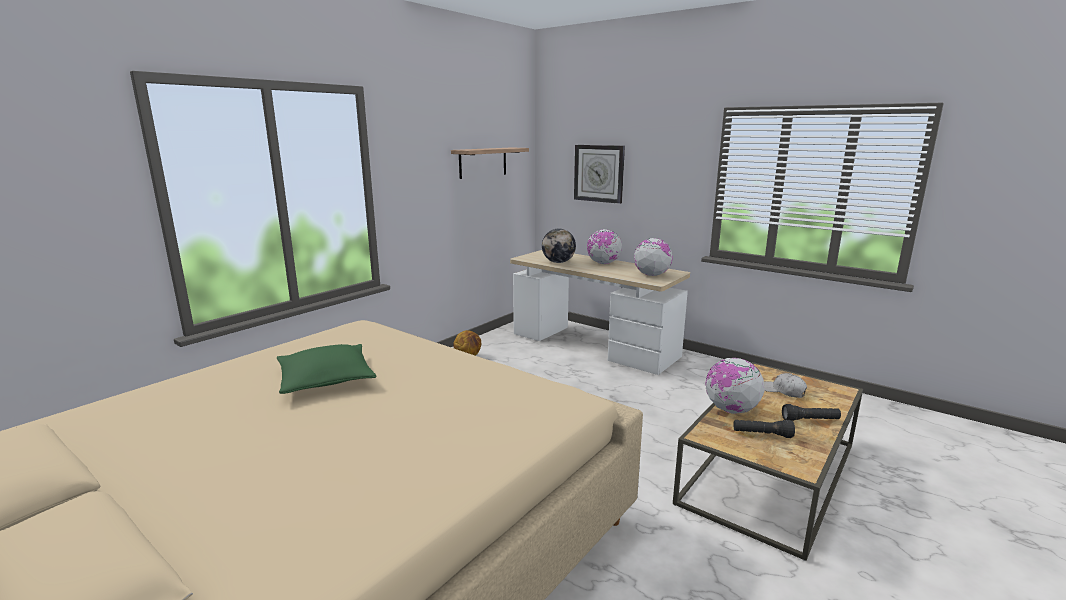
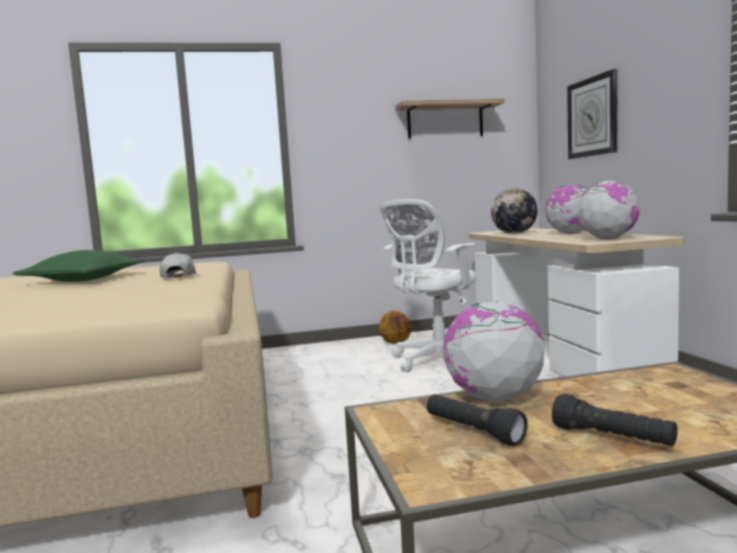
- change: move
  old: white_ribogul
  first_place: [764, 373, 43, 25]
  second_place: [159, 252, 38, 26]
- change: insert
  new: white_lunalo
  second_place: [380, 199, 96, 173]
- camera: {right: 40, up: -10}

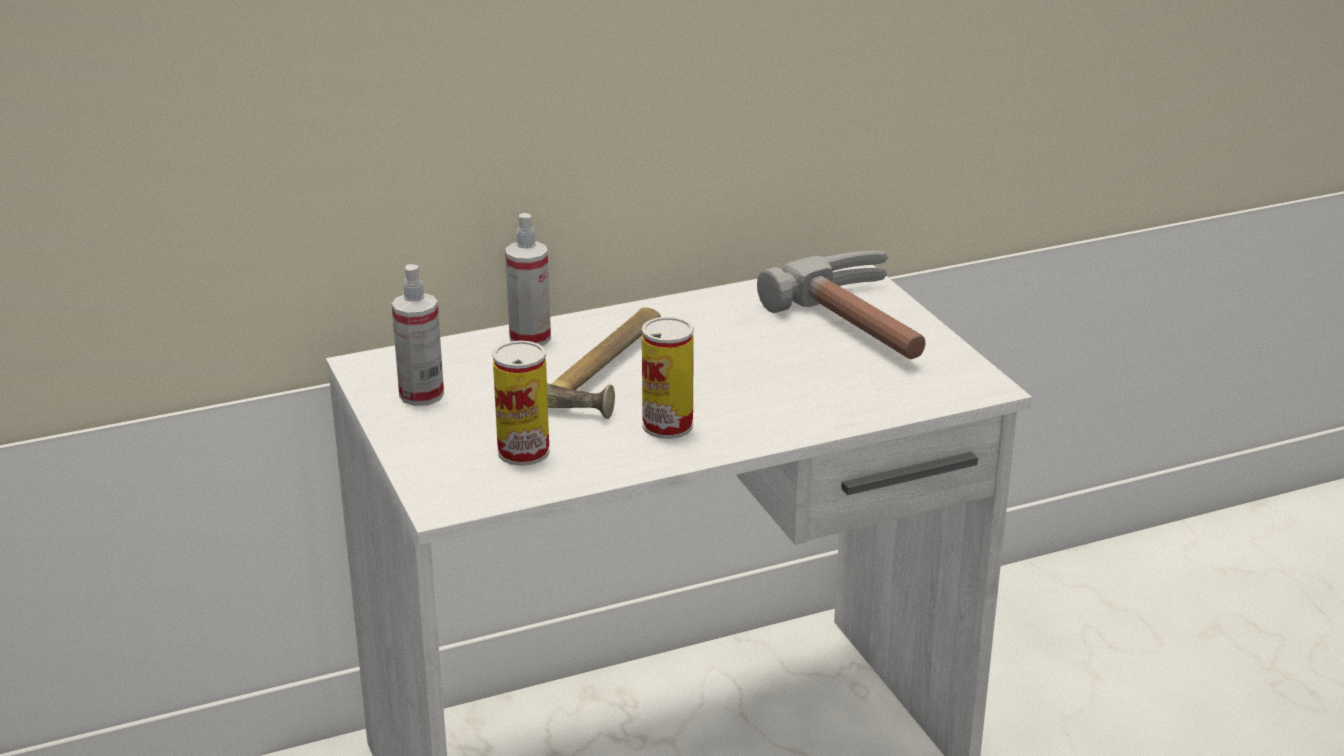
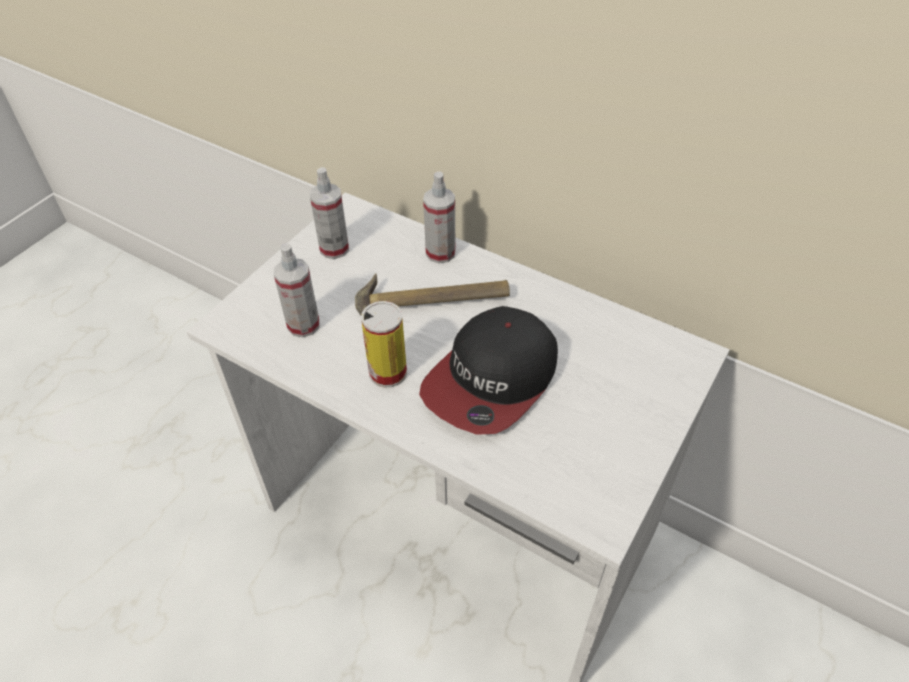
- change: replace
  old: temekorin
  new: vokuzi
  first_place: [492, 341, 58, 125]
  second_place: [274, 244, 46, 93]
- change: delete
  old: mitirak
  first_place: [757, 251, 169, 108]
- change: insert
  new: ribogul
  second_place: [419, 306, 139, 129]
- camera: {right: 55, up: 20}

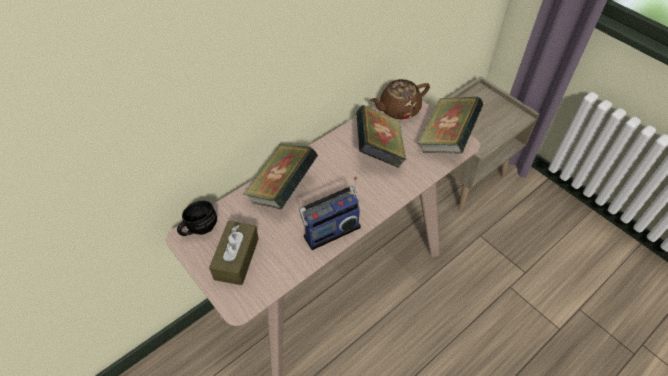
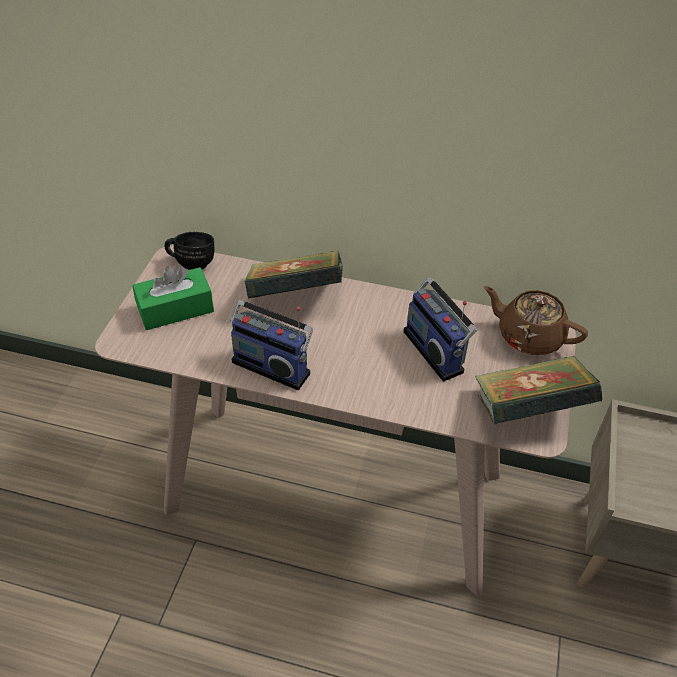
- change: recolor
  old: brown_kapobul
  new: green_kapobul
  first_place: [209, 221, 50, 64]
  second_place: [132, 266, 82, 64]
- change: replace
  old: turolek
  new: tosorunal
  first_place: [356, 105, 50, 63]
  second_place: [403, 277, 74, 105]
- camera: {right: 55, up: -5}

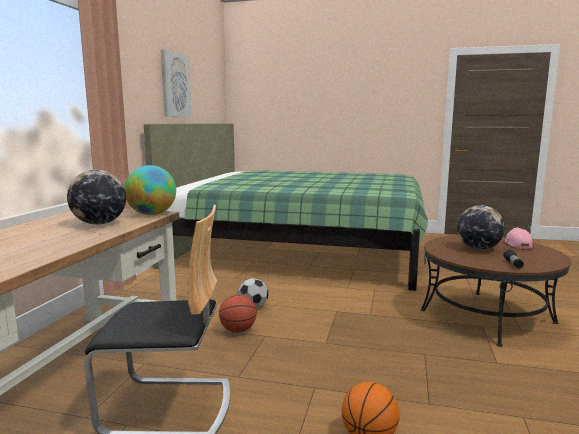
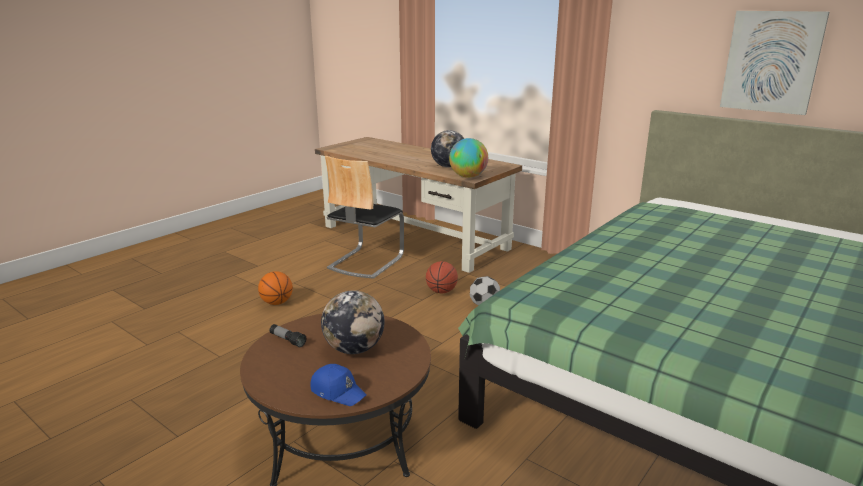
- change: recolor
  old: pink_ribogul
  new: blue_ribogul
  first_place: [505, 228, 28, 21]
  second_place: [310, 364, 57, 42]
- camera: {right: 115, up: 10}

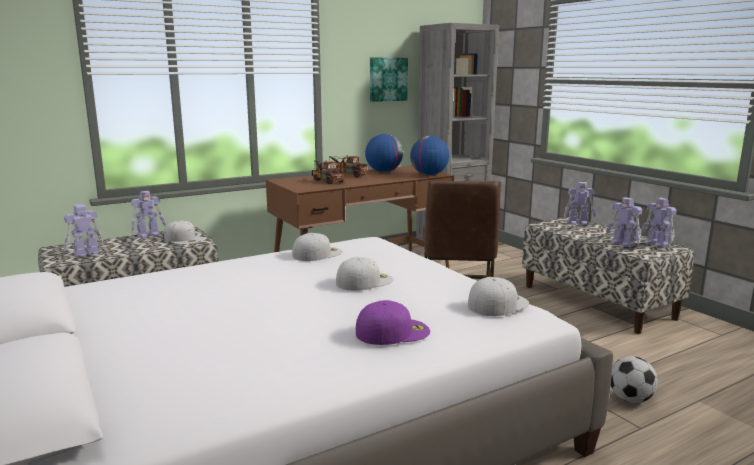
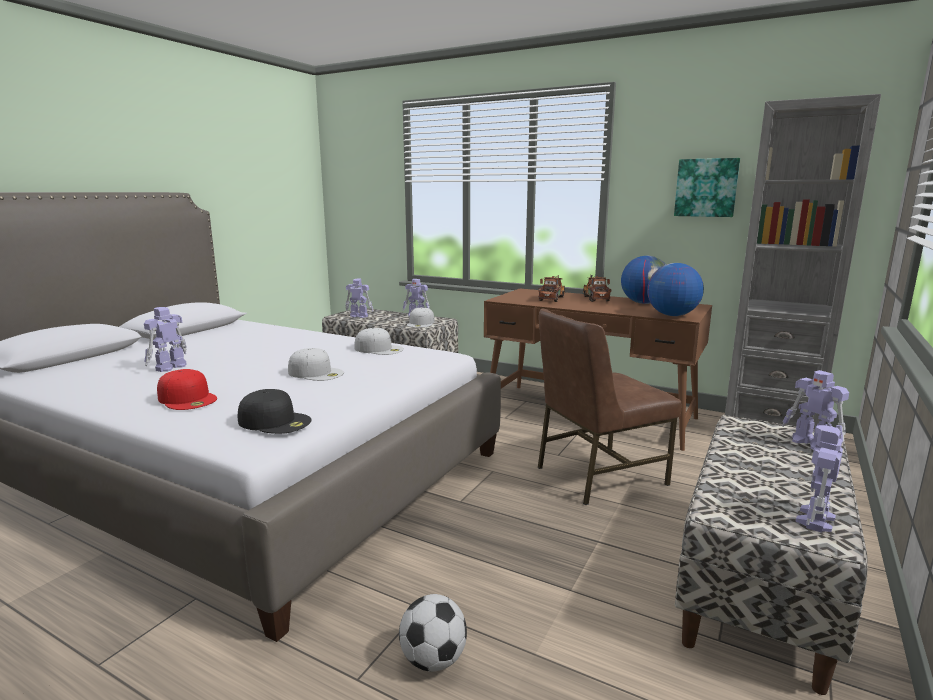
- change: recolor
  old: purple_ribogul
  new: red_ribogul
  first_place: [356, 300, 74, 45]
  second_place: [157, 369, 60, 41]
- change: recolor
  old: white_ribogul
  new: black_ribogul
  first_place: [468, 277, 61, 39]
  second_place: [238, 389, 74, 45]
- change: move
  old: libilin
  first_place: [605, 197, 37, 50]
  second_place: [144, 307, 43, 65]
- camera: {right: 60, up: 0}

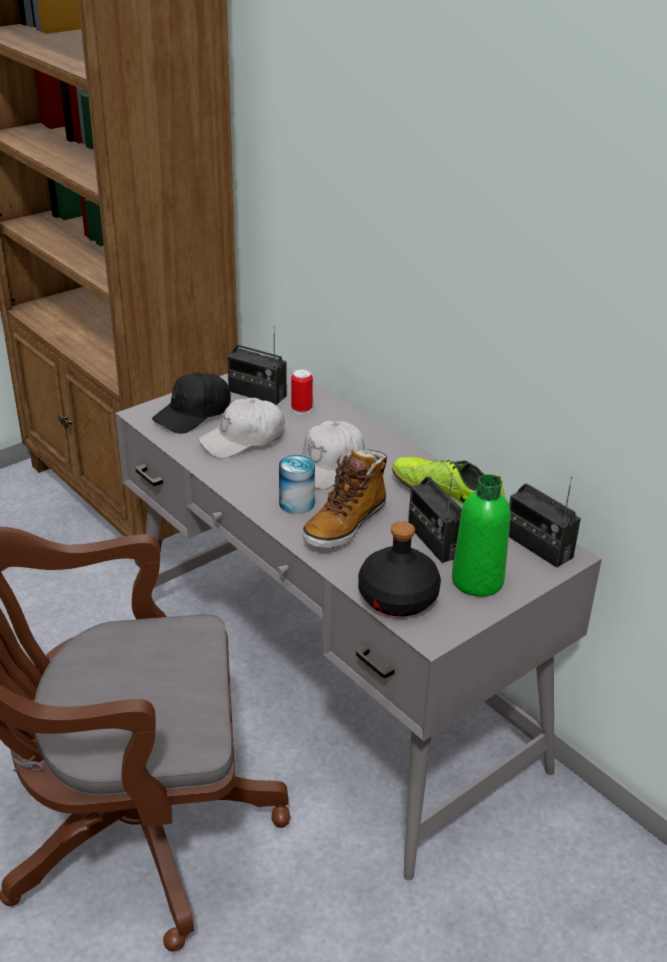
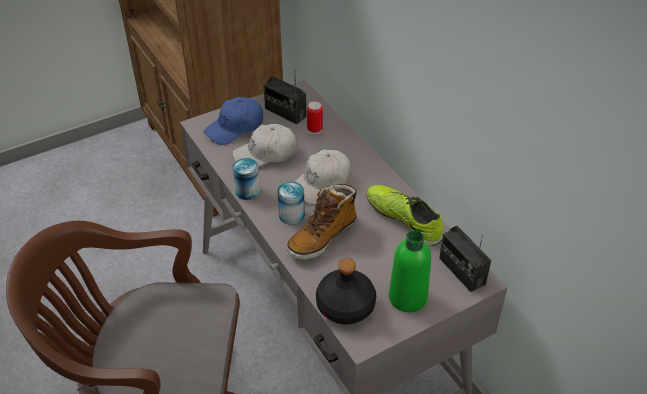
- change: recolor
  old: black_ribogul
  new: blue_ribogul
  first_place: [152, 372, 79, 62]
  second_place: [204, 97, 59, 48]
- change: delete
  old: tosorunal
  first_place: [408, 473, 54, 90]
- change: insert
  new: temekorin
  second_place: [233, 158, 27, 42]
- camera: {right: 10, up: 10}

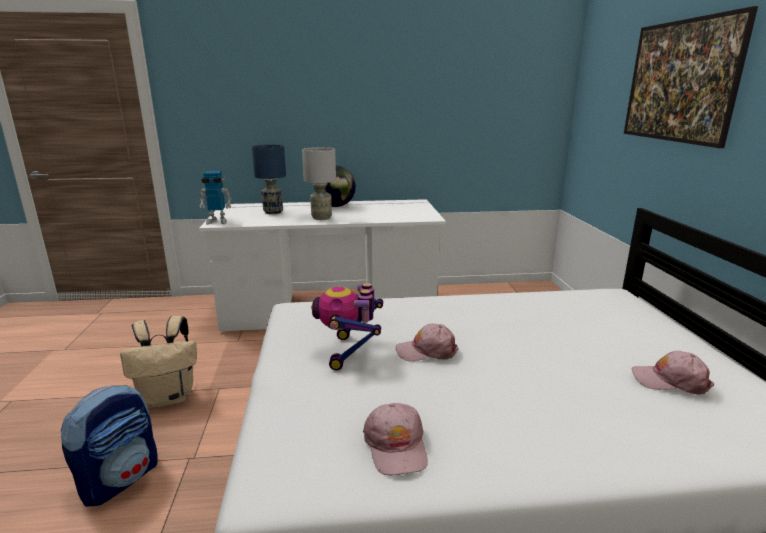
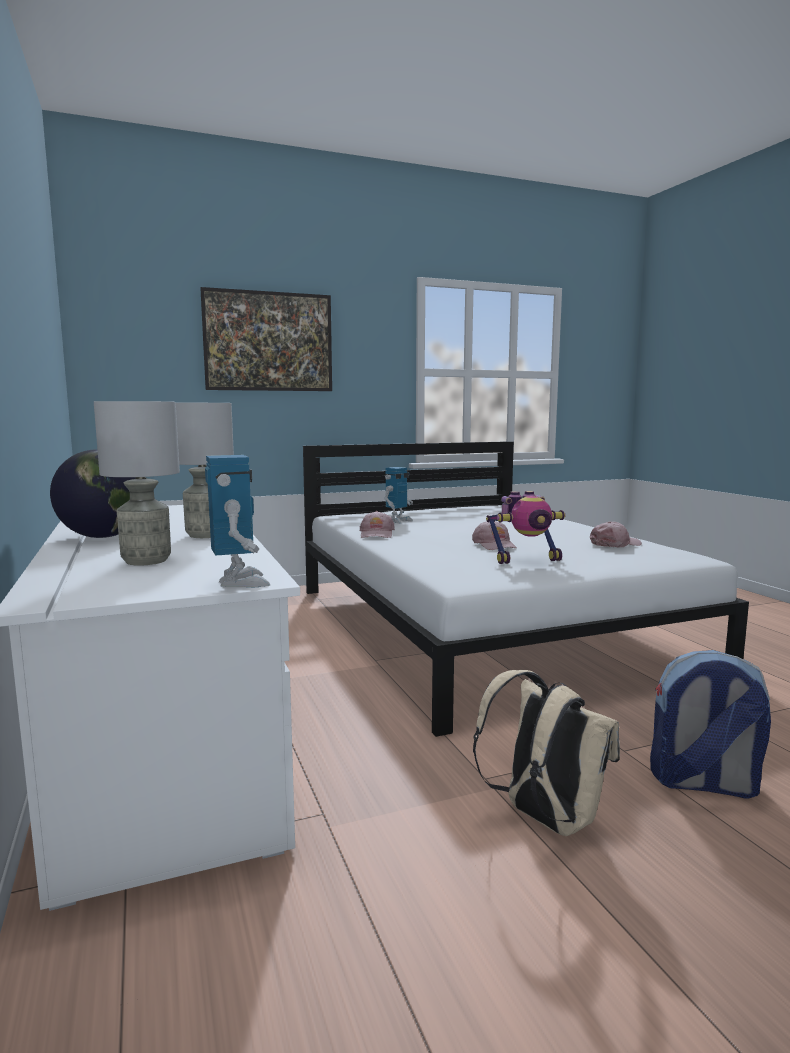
- change: recolor
  old: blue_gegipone
  new: grey_gegipone
  first_place: [252, 145, 34, 69]
  second_place: [94, 401, 86, 165]
- change: move
  old: pink_ribogul
  first_place: [632, 351, 82, 44]
  second_place: [360, 511, 35, 27]
- change: insert
  new: libilin
  second_place: [384, 467, 29, 57]
- camera: {right: -105, up: -10}

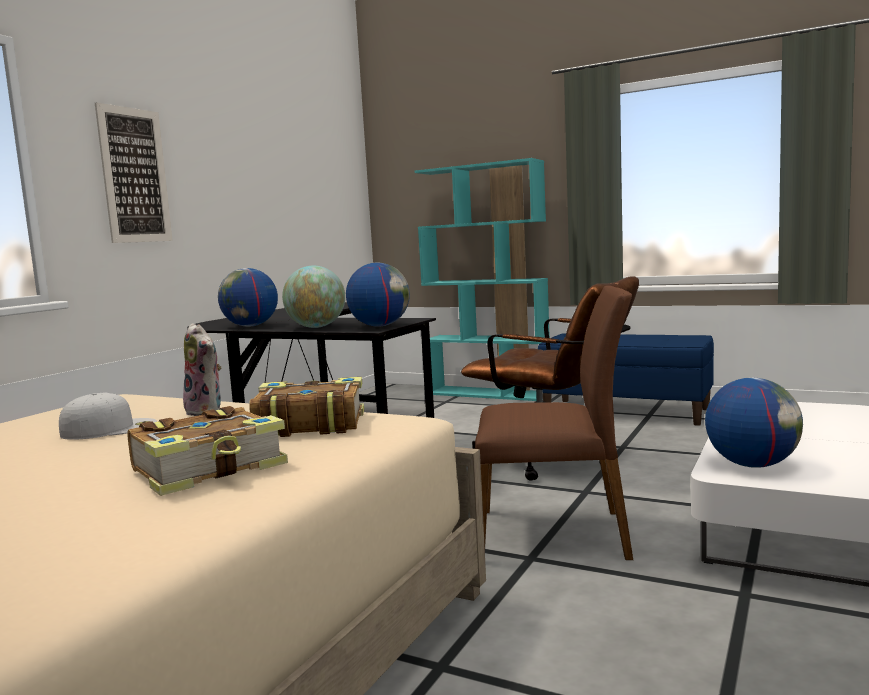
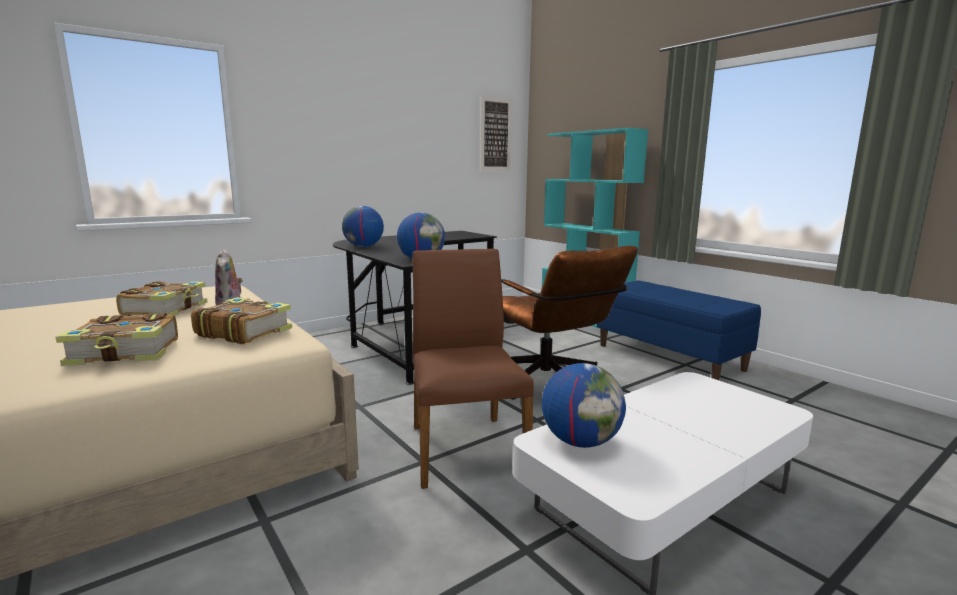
- change: replace
  old: white_ribogul
  new: turolek
  first_place: [59, 392, 98, 48]
  second_place: [116, 281, 92, 35]
- change: move
  old: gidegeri
  first_place: [95, 102, 78, 141]
  second_place: [480, 96, 32, 75]
- change: delete
  old: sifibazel
  first_place: [282, 266, 63, 62]
- change: rotate
  old: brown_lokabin
  first_place: [475, 286, 158, 274]
  second_place: [412, 249, 122, 240]
  degrees: -135
- camera: {right: 25, up: 5}

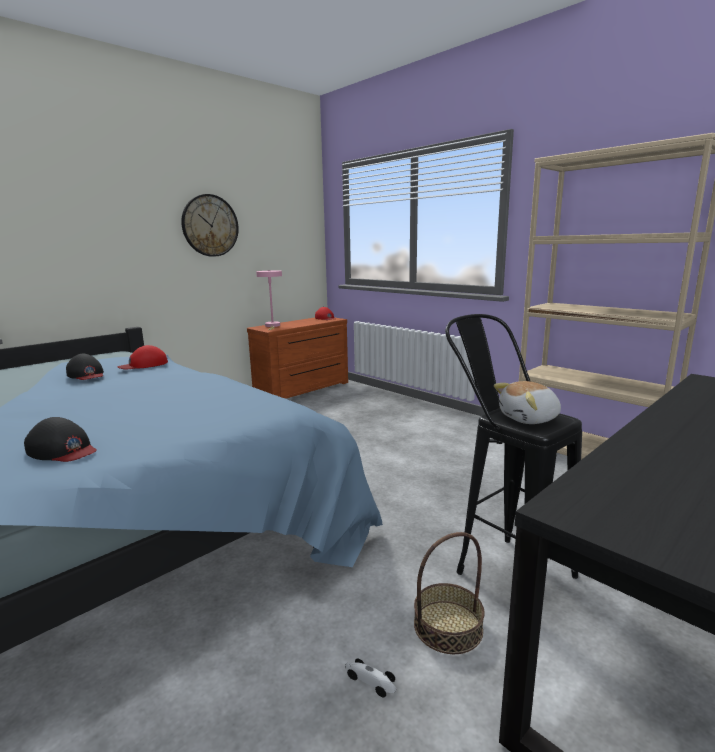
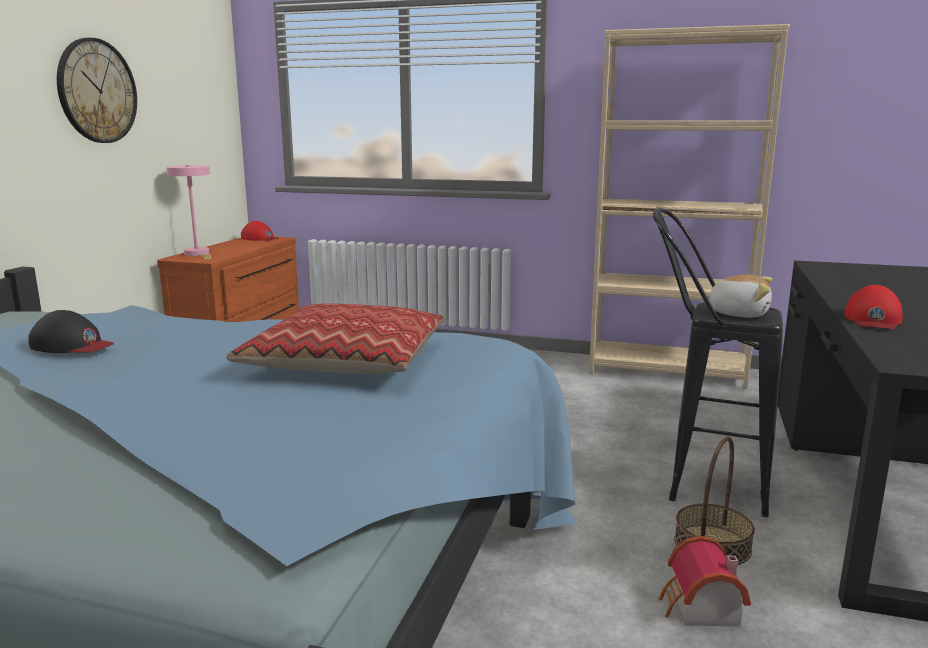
- change: delete
  old: black_ribogul
  first_place: [24, 417, 73, 45]
- change: move
  old: red_ribogul
  first_place: [117, 345, 51, 24]
  second_place: [844, 285, 58, 44]
- change: replace
  old: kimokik
  new: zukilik
  first_place: [345, 659, 51, 39]
  second_place: [659, 536, 92, 90]
- change: rotate
  old: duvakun
  first_place: [494, 381, 67, 43]
  second_place: [701, 274, 72, 44]
  degrees: -105
- change: insert
  new: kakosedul
  second_place: [227, 304, 218, 70]
- camera: {right: -30, up: 0}

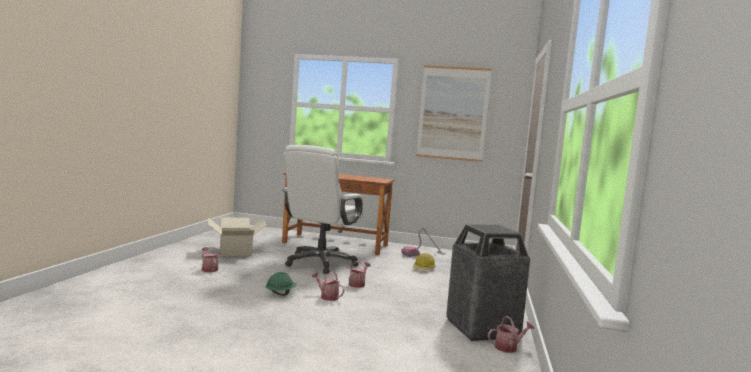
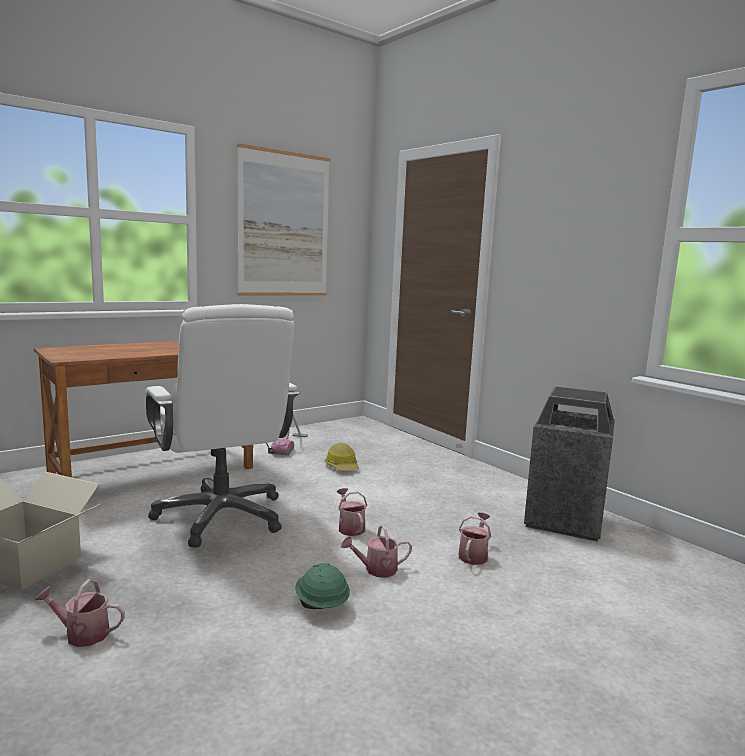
- change: move
  old: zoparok
  first_place: [488, 316, 47, 37]
  second_place: [459, 512, 32, 53]
- camera: {right: -50, up: 5}

